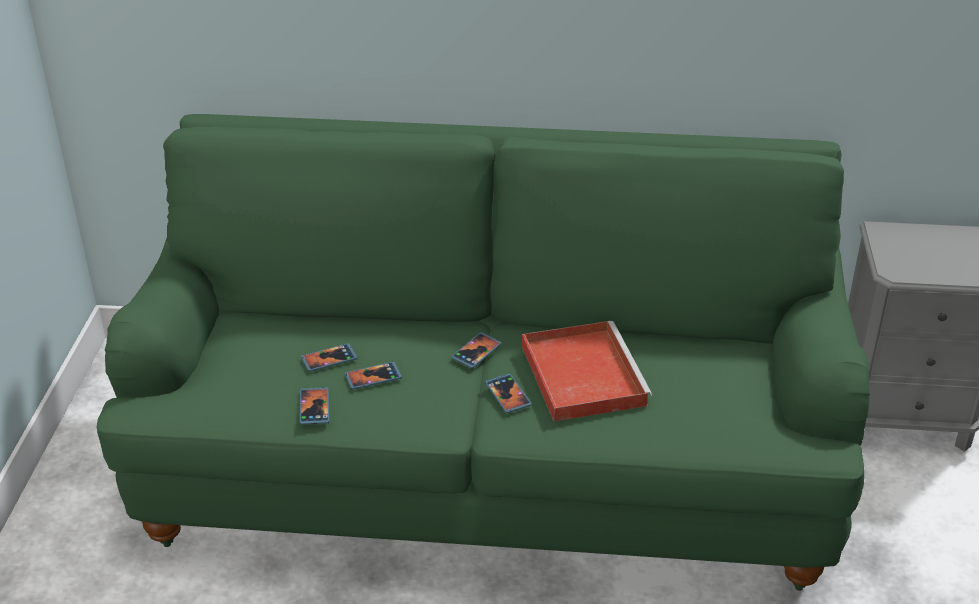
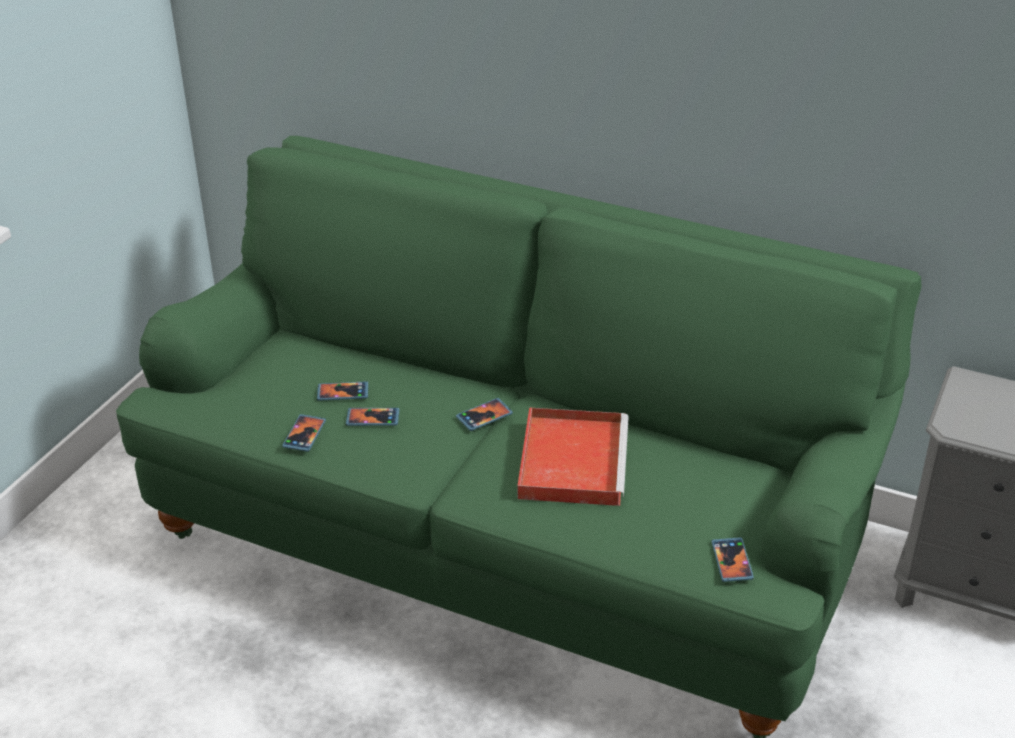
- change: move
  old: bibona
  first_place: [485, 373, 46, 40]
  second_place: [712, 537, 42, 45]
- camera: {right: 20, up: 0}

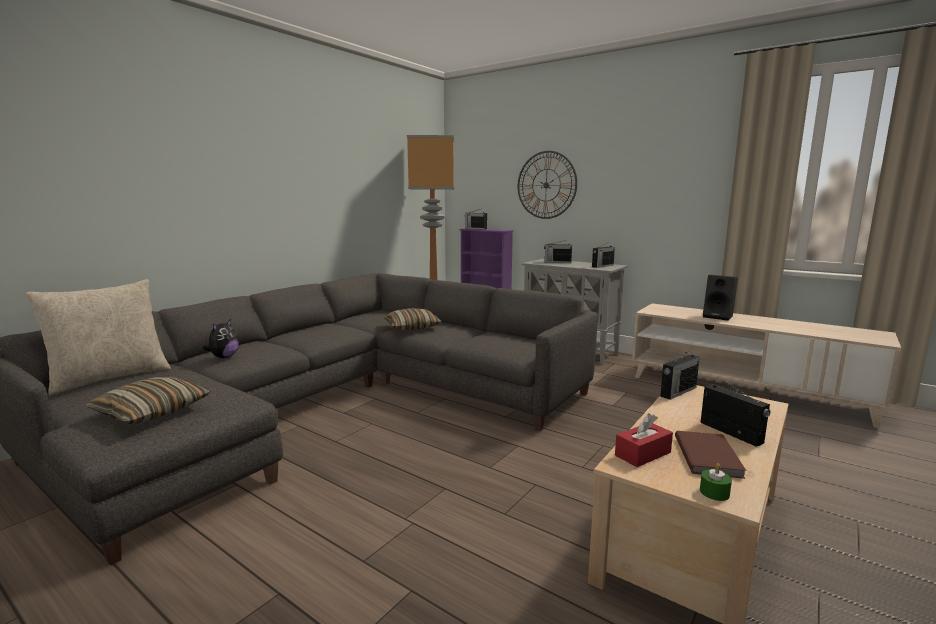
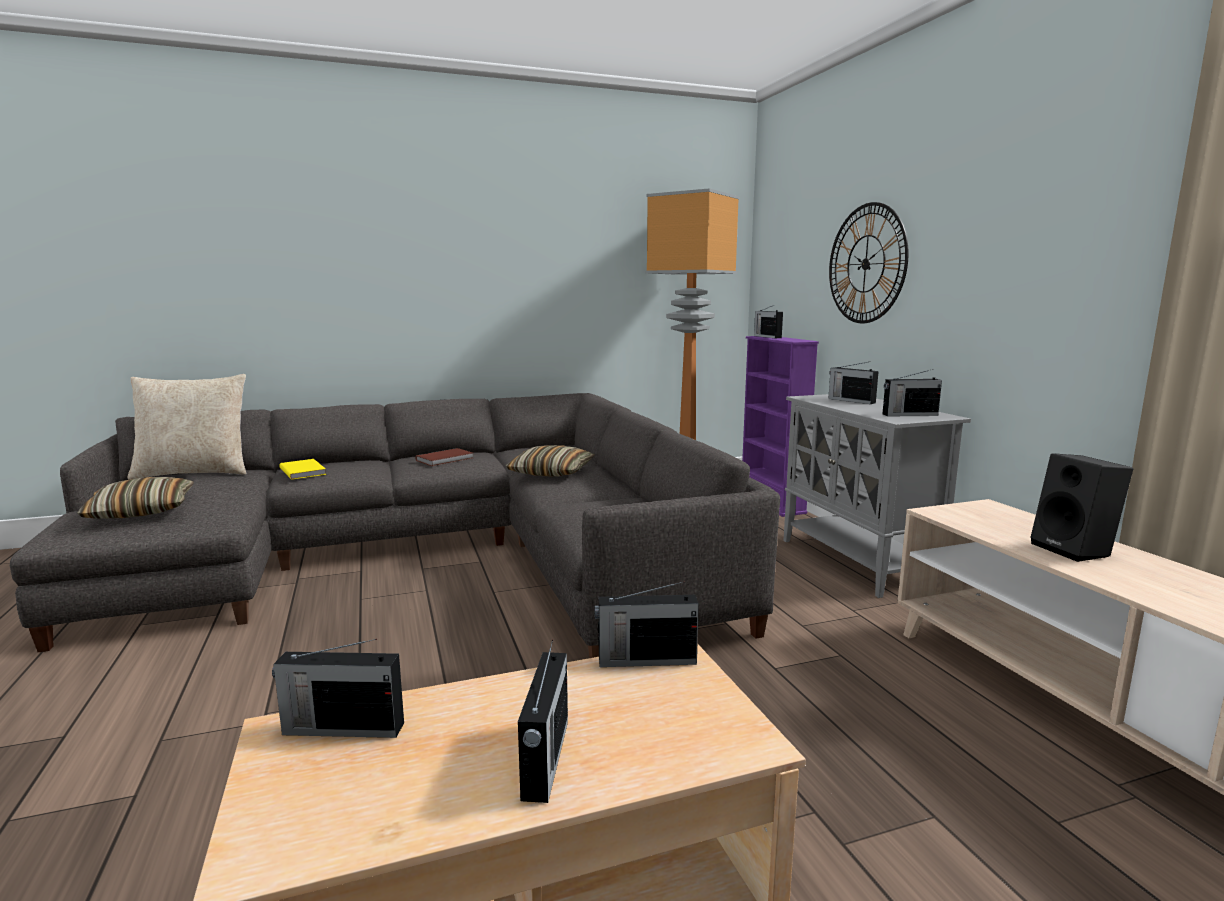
- change: replace
  old: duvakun
  new: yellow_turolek
  first_place: [203, 319, 36, 39]
  second_place: [279, 459, 47, 20]
- change: replace
  old: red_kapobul
  new: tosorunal
  first_place: [615, 413, 58, 54]
  second_place: [272, 639, 132, 99]
- change: move
  old: brown_turolek
  first_place: [675, 431, 72, 48]
  second_place: [415, 448, 58, 18]
- change: delete
  old: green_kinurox
  first_place: [700, 463, 32, 38]
- camera: {right: 35, up: 0}

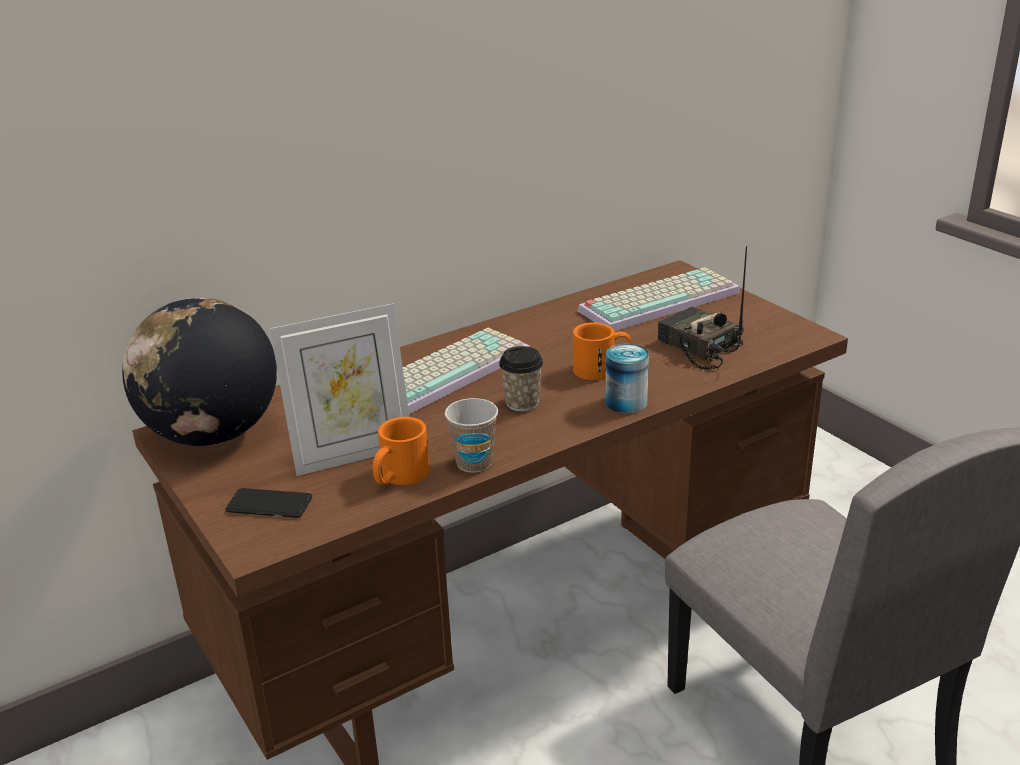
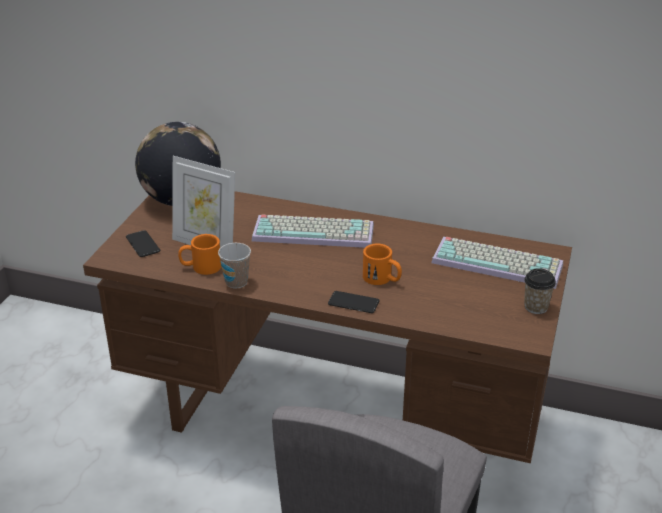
- change: move
  old: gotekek
  first_place: [499, 346, 45, 66]
  second_place: [524, 268, 32, 46]
- change: replace
  old: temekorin
  new: bibona
  first_place: [605, 344, 44, 70]
  second_place: [328, 291, 52, 22]
- change: delete
  old: tosorunal
  first_place: [658, 246, 89, 124]
- camera: {right: 50, up: 5}

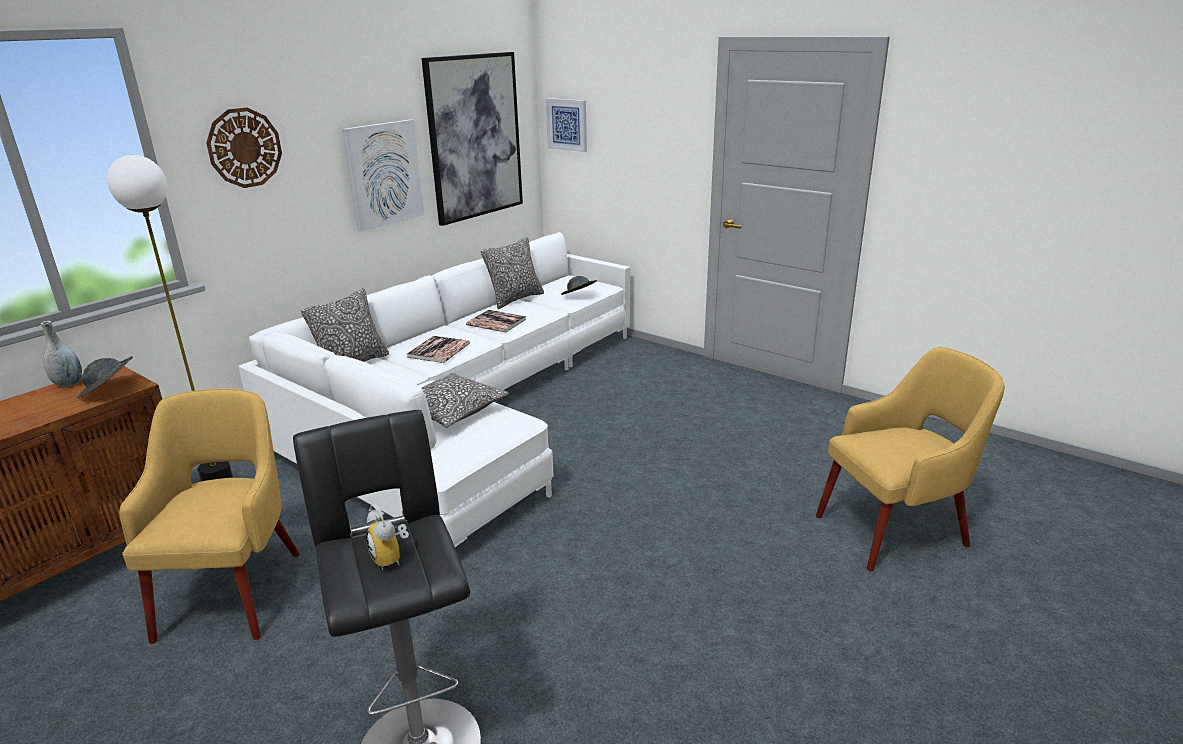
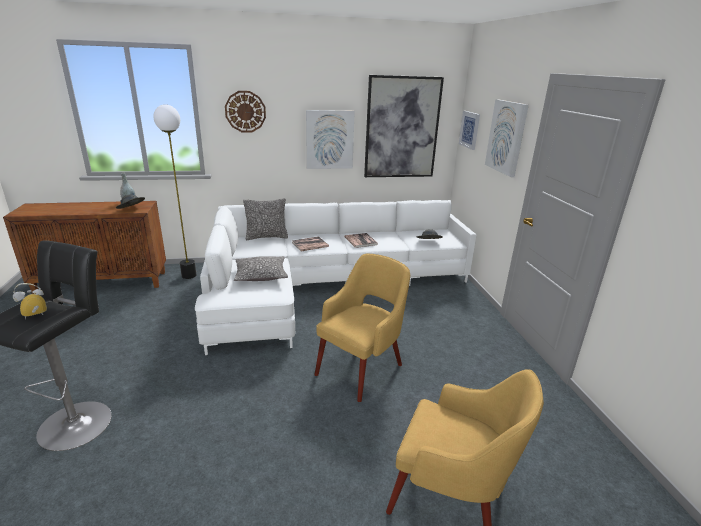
- change: move
  old: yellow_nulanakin
  first_place: [119, 389, 181, 255]
  second_place: [315, 254, 95, 148]
- change: rotate
  old: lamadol
  first_place: [366, 504, 43, 66]
  second_place: [13, 283, 34, 37]
  degrees: 45
- change: delete
  old: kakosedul
  first_place: [481, 237, 63, 72]
- change: insert
  new: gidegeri
  second_place: [485, 99, 44, 78]
- camera: {right: 40, up: 0}

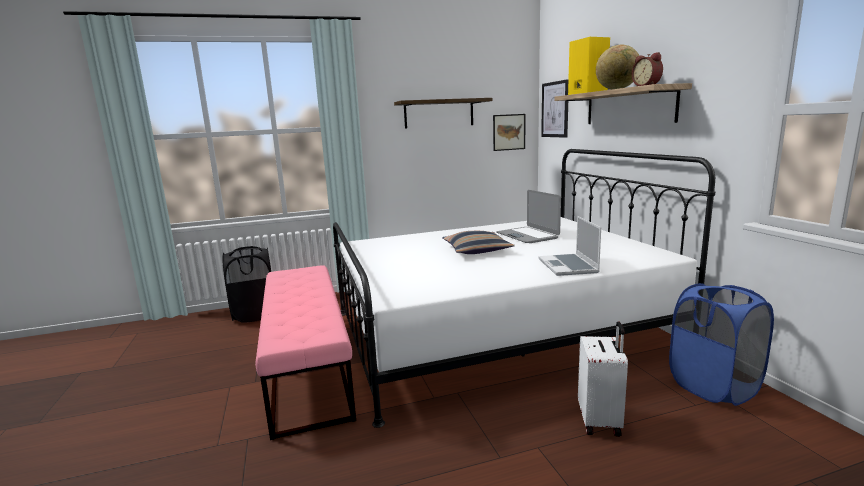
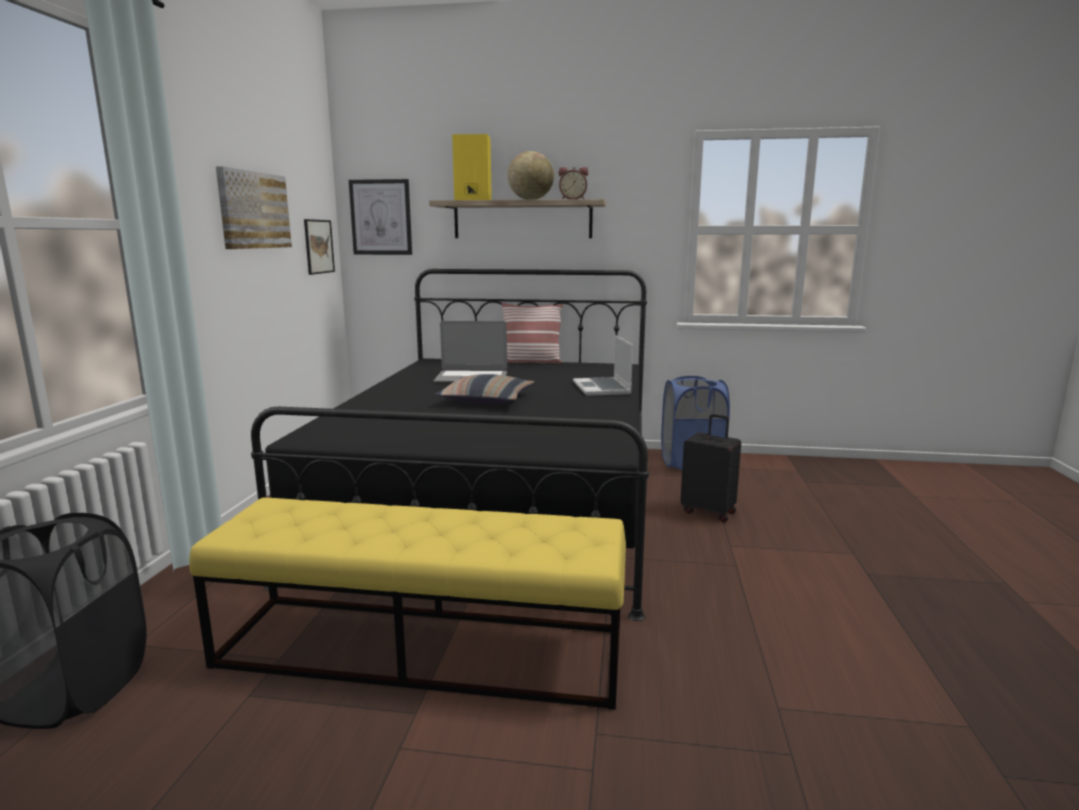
- change: recolor
  old: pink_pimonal
  new: yellow_pimonal
  first_place: [255, 265, 101, 175]
  second_place: [189, 498, 437, 212]
- change: recolor
  old: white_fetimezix
  new: black_fetimezix
  first_place: [333, 149, 382, 279]
  second_place: [251, 269, 398, 352]
- change: replace
  old: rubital
  new: gidegeri
  first_place: [394, 98, 98, 31]
  second_place: [216, 166, 76, 83]
- change: rotate
  old: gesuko
  first_place: [539, 216, 62, 60]
  second_place: [573, 335, 60, 61]
  degrees: 60
- change: recolor
  old: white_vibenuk
  new: black_vibenuk
  first_place: [578, 321, 50, 116]
  second_place: [680, 414, 61, 108]
- change: insert
  new: kakosedul
  second_place: [502, 303, 61, 60]
- camera: {right: -65, up: 0}

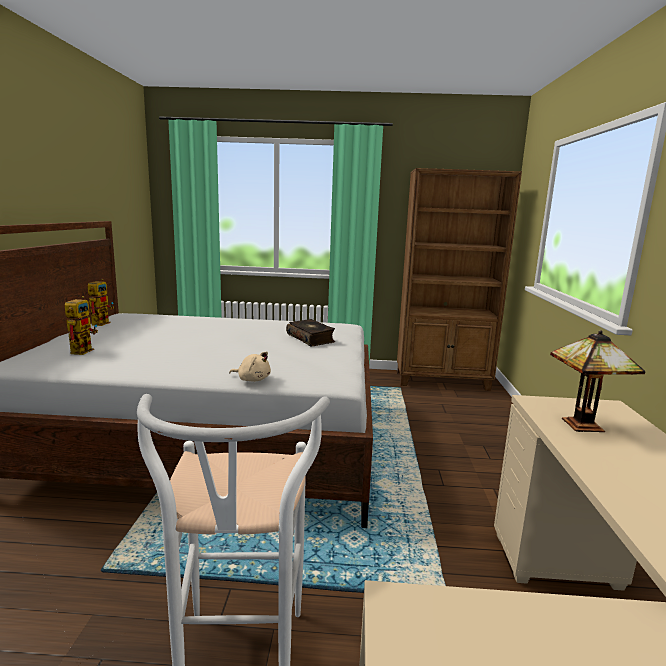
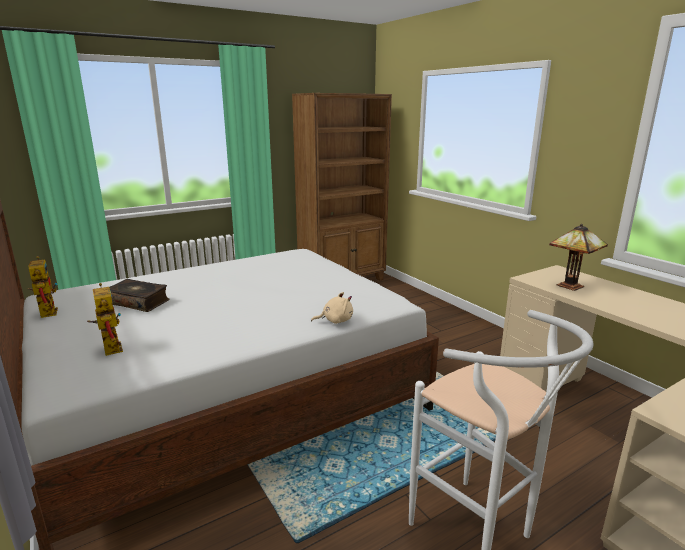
- change: move
  old: turolek
  first_place: [286, 319, 49, 27]
  second_place: [109, 279, 61, 33]
- camera: {right: -35, up: 5}

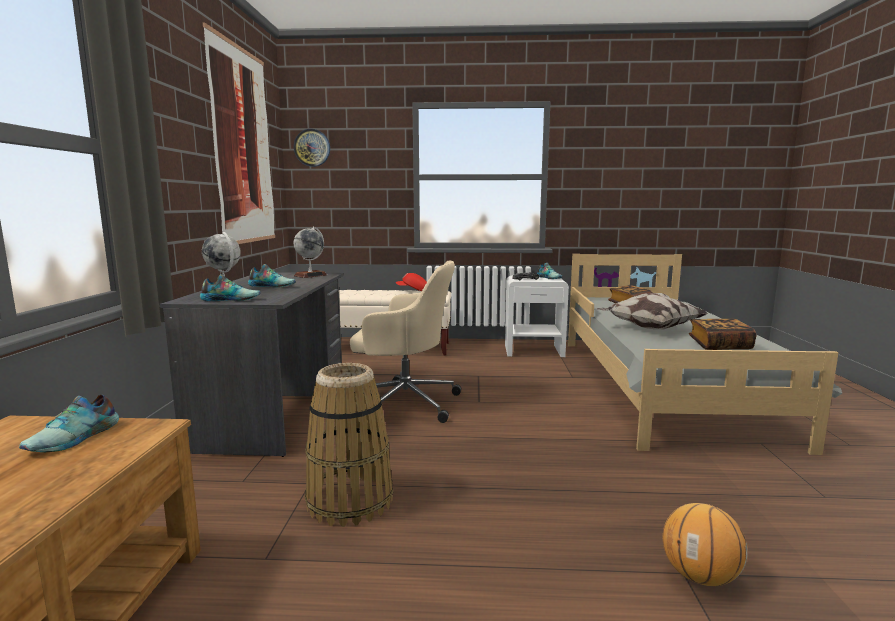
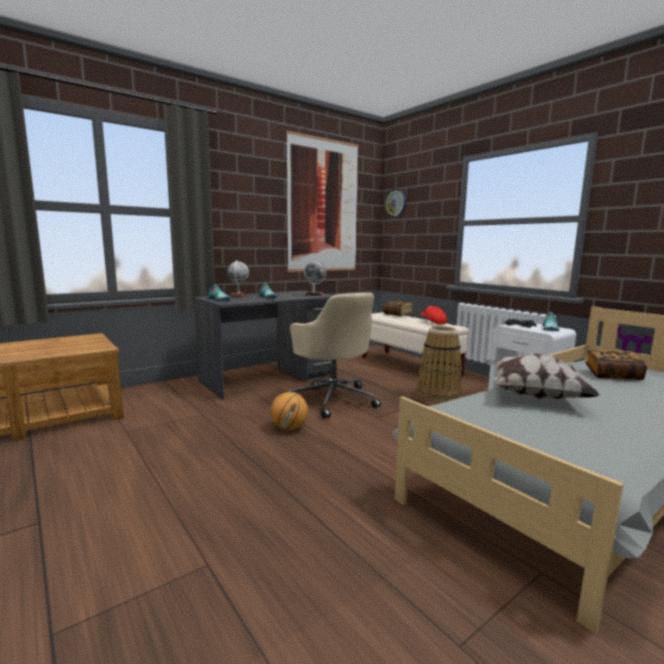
- change: delete
  old: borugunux
  first_place: [19, 395, 100, 57]
- change: move
  old: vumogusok
  first_place: [305, 363, 88, 164]
  second_place: [417, 326, 45, 78]
- change: move
  old: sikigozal
  first_place: [663, 503, 85, 83]
  second_place: [271, 392, 37, 38]
- change: move
  old: turolek
  first_place: [689, 319, 68, 31]
  second_place: [383, 301, 31, 15]
- camera: {right: 50, up: 0}

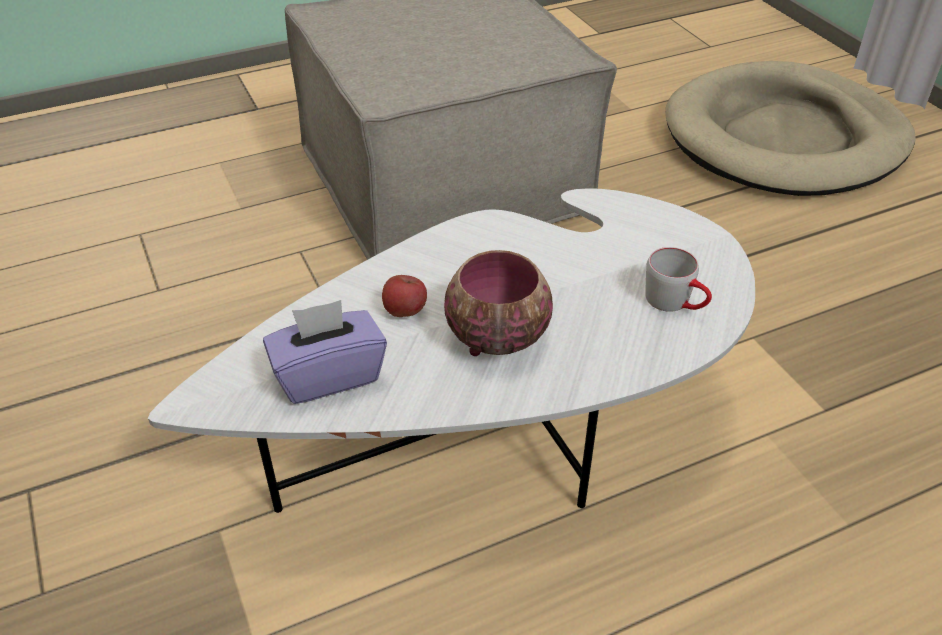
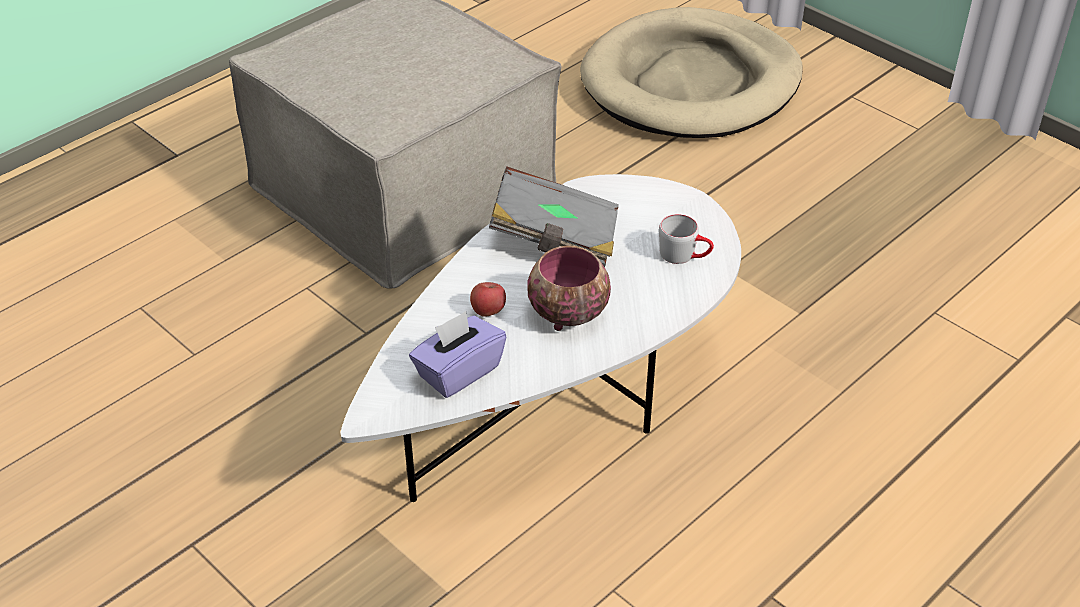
- change: insert
  new: grey_turolek
  second_place: [489, 166, 130, 101]
- camera: {right: -20, up: 0}

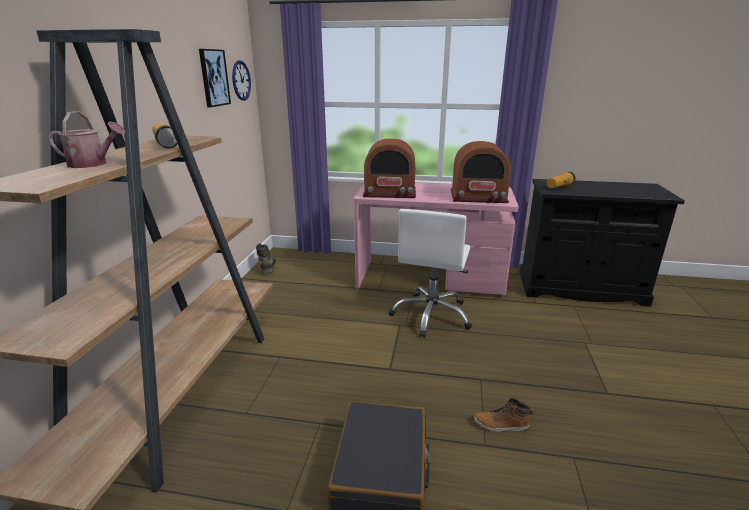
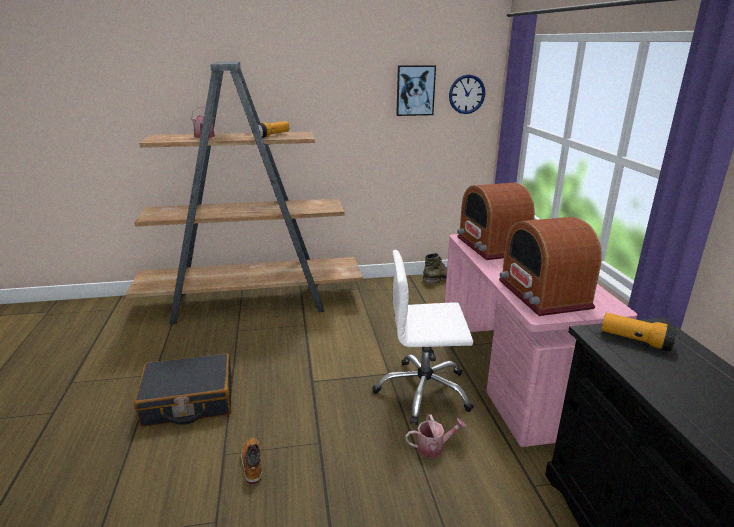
- change: insert
  new: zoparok
  second_place: [405, 414, 61, 44]
- camera: {right: 70, up: 0}

